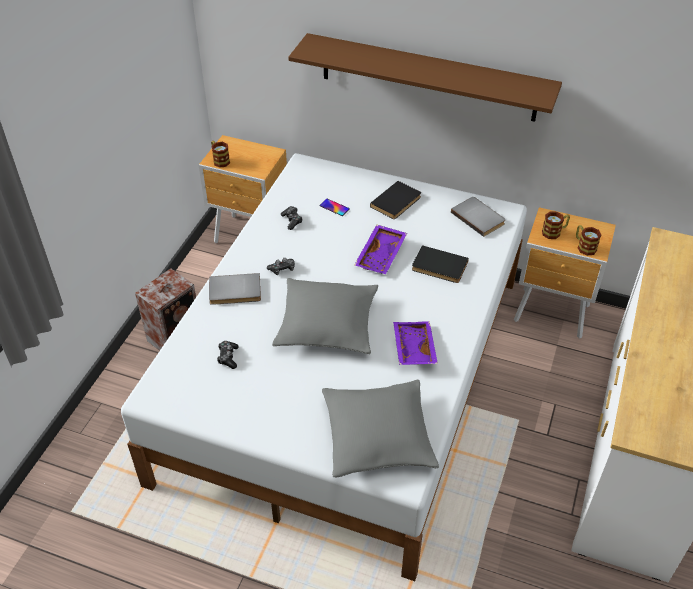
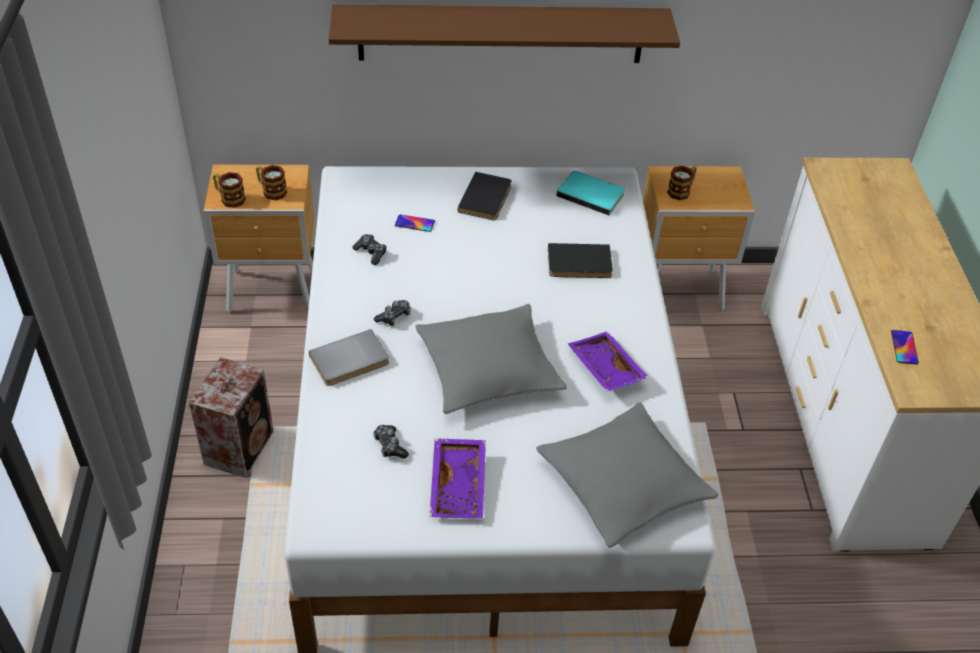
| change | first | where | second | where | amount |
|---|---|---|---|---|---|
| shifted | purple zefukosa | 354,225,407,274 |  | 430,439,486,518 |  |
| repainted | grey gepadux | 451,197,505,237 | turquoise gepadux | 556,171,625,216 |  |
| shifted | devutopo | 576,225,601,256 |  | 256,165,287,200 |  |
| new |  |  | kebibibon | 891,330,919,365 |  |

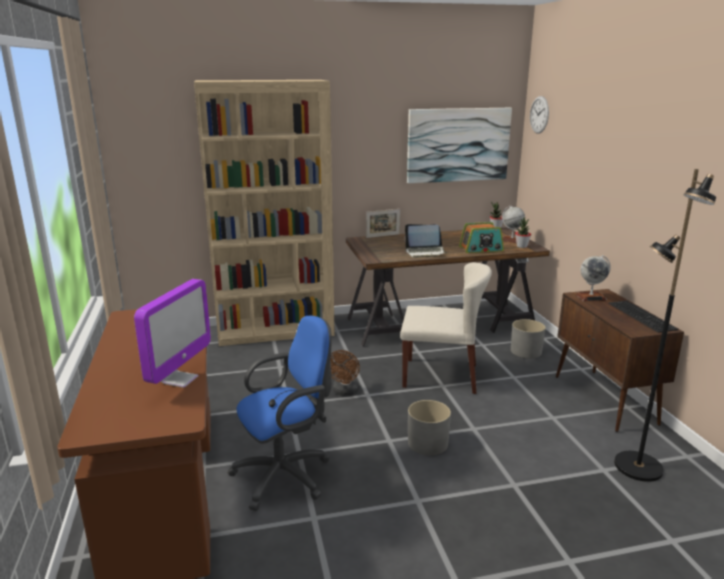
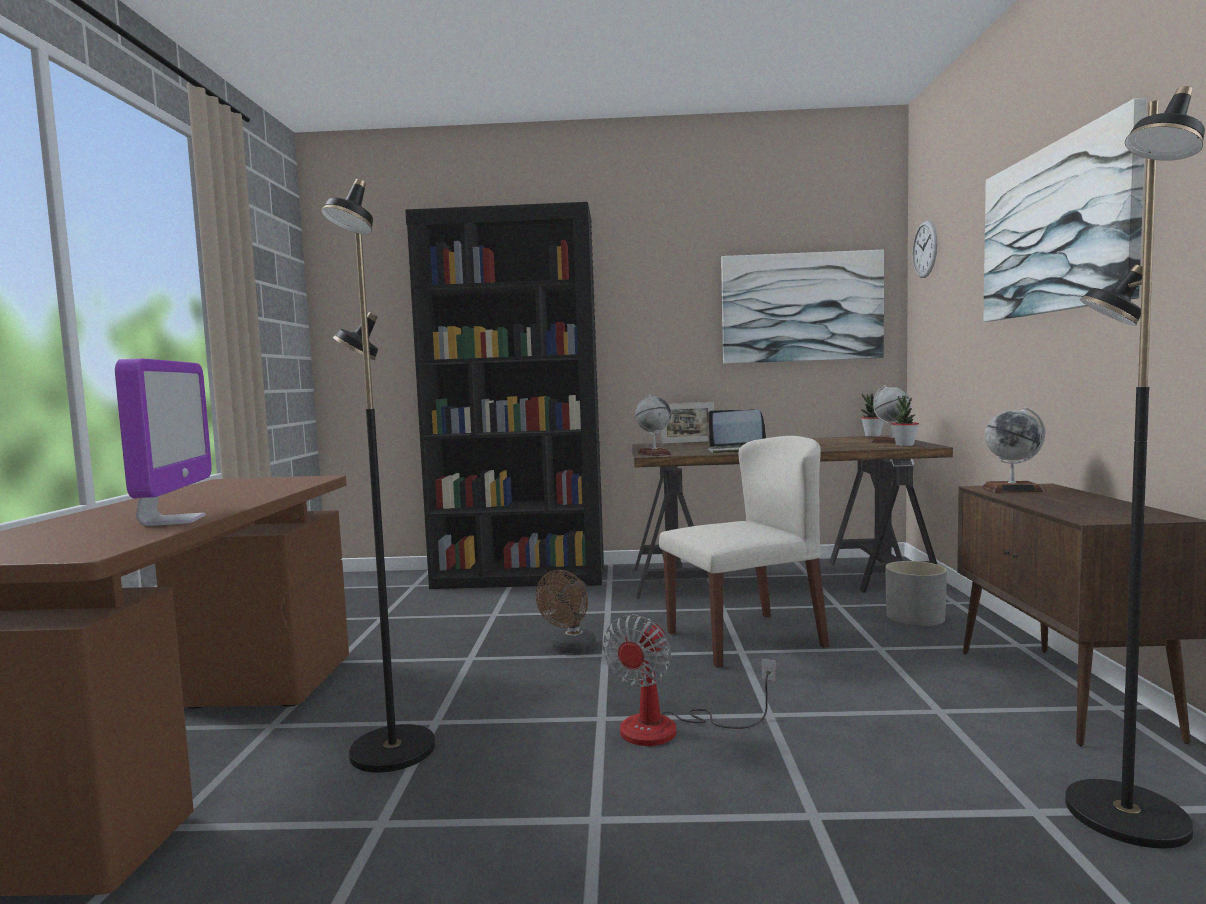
| change | first | where | second | where | amount |
|---|---|---|---|---|---|
| rotated | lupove | 134,279,211,388 |  | 115,359,212,526 | 45 degrees counterclockwise |
| repainted | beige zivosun | 194,80,335,346 | black zivosun | 405,202,604,589 |  |
| swapped | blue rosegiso | 228,316,332,511 | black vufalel | 321,179,435,772 |  |
| rotated | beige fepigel | 400,262,492,394 |  | 659,436,829,668 | 45 degrees counterclockwise |
| swapped | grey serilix | 408,400,451,456 | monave | 603,614,776,746 |  |
| gone | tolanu | 459,222,504,253 |  |  |  |
| gone | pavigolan | 608,301,679,332 |  |  |  |
| new |  |  | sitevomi | 635,394,672,456 |  |
| new |  |  | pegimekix | 983,98,1147,322 |  |

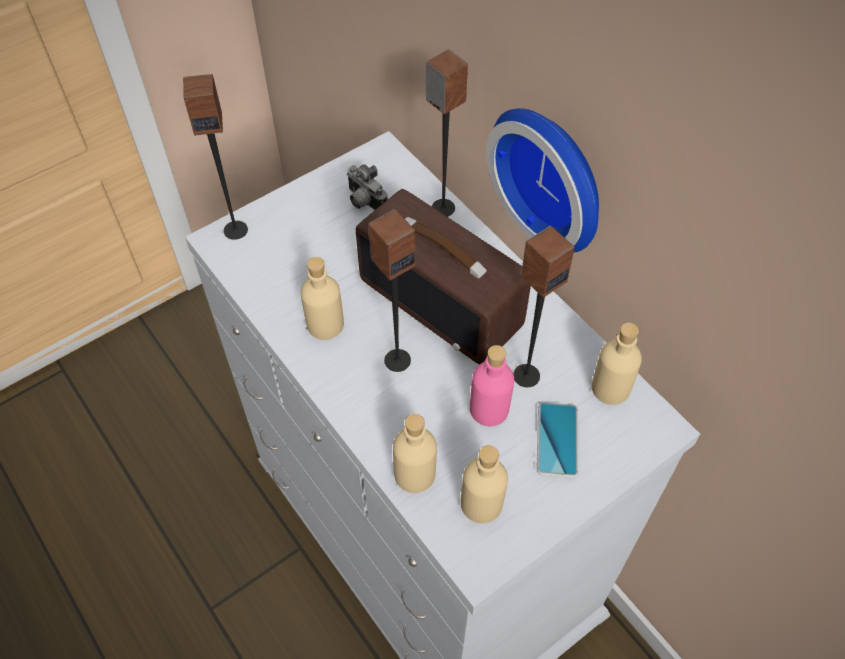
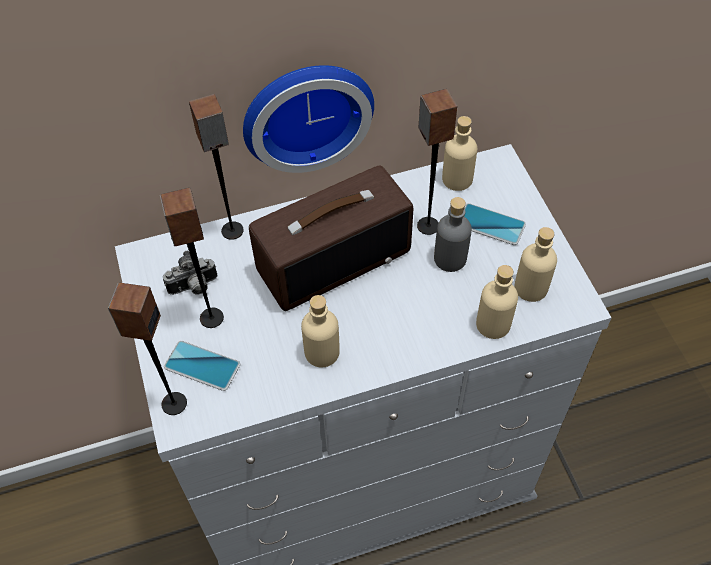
| change | first | where | second | where | amount |
|---|---|---|---|---|---|
| shifted | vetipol | 368,209,416,372 |  | 160,188,224,328 |  |
| repainted | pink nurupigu | 470,345,514,426 | grey nurupigu | 434,197,472,272 |  |
| new |  |  | kebibibon | 164,341,240,391 |  |

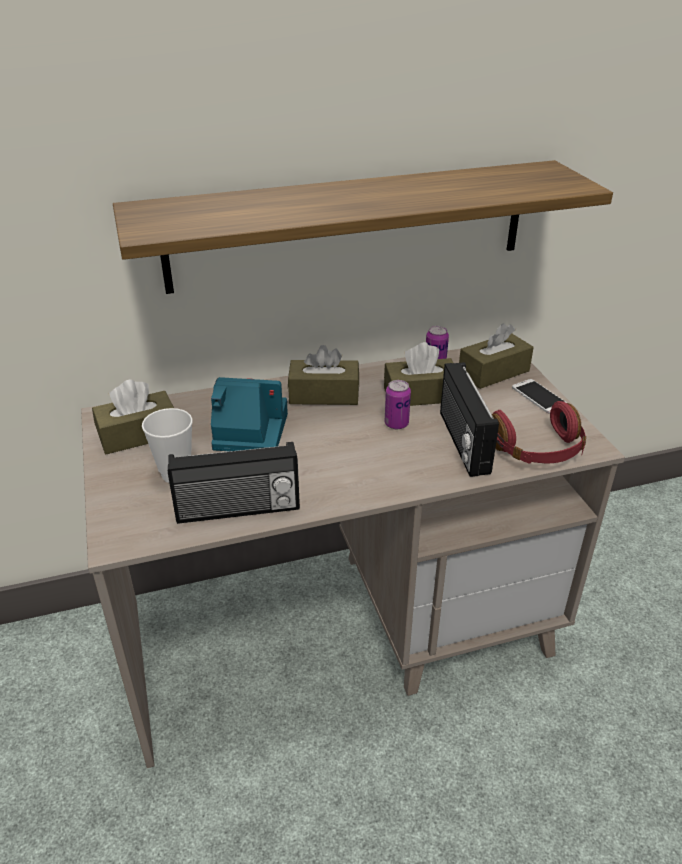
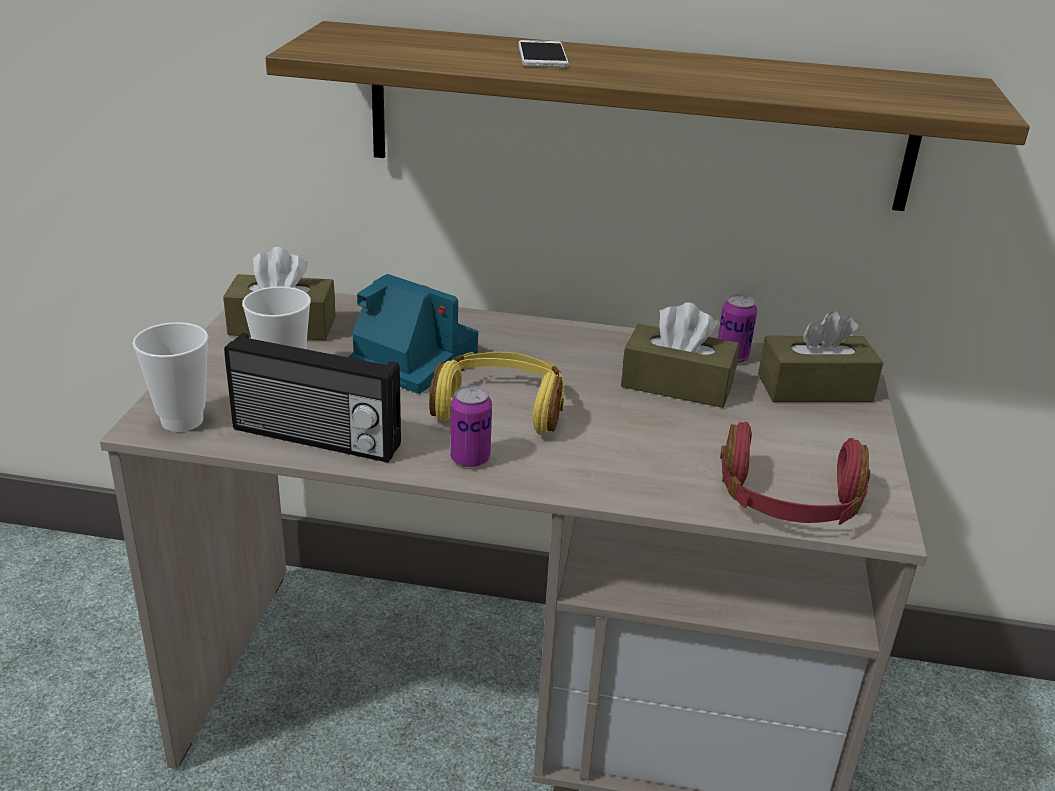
| change | first | where | second | where | amount |
|---|---|---|---|---|---|
| gone | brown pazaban | 288,345,359,405 |  |  |  |
| shifted | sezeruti | 385,380,411,429 |  | 450,386,492,467 |  |
| gone | tolanu | 440,362,499,477 |  |  |  |
| shifted | kebibibon | 512,379,567,413 |  | 518,40,569,67 |  |
| new |  |  | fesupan | 133,322,208,432 |  |
| new |  |  | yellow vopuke | 429,352,564,435 |  |

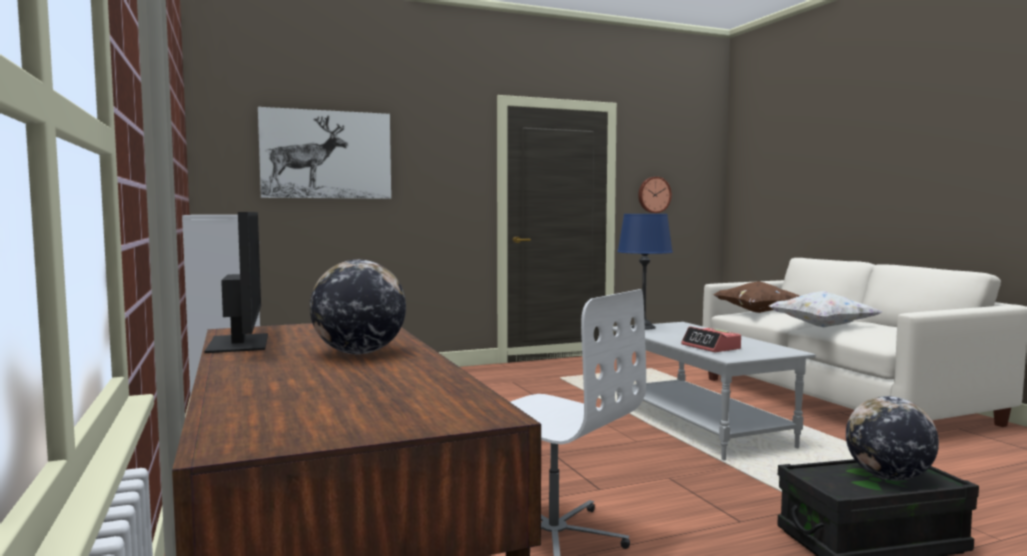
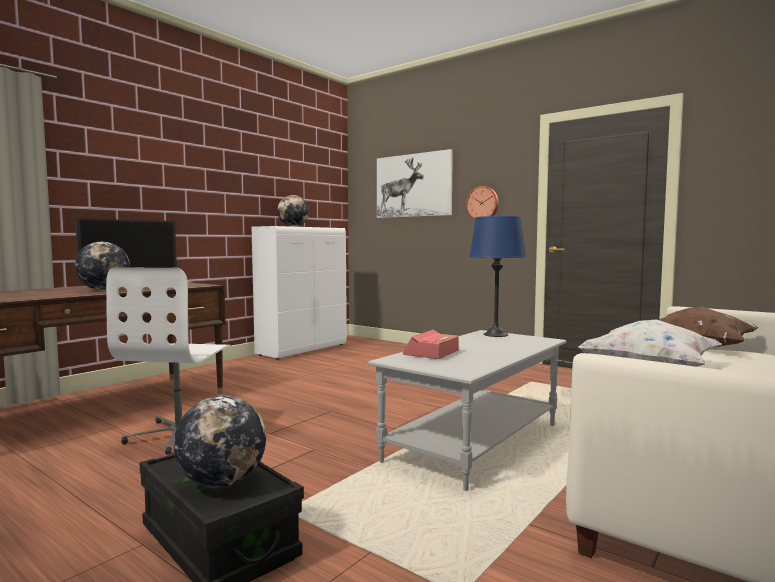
| change | first | where | second | where | amount |
|---|---|---|---|---|---|
| shifted | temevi | 638,177,672,213 |  | 466,186,499,220 |  |
| new |  |  | sitevomi | 277,195,309,227 |  |

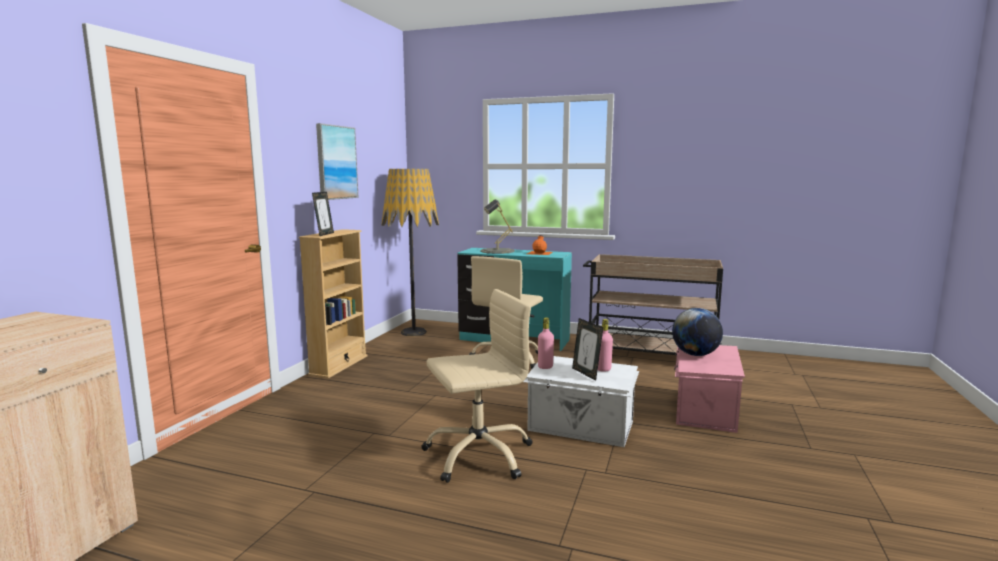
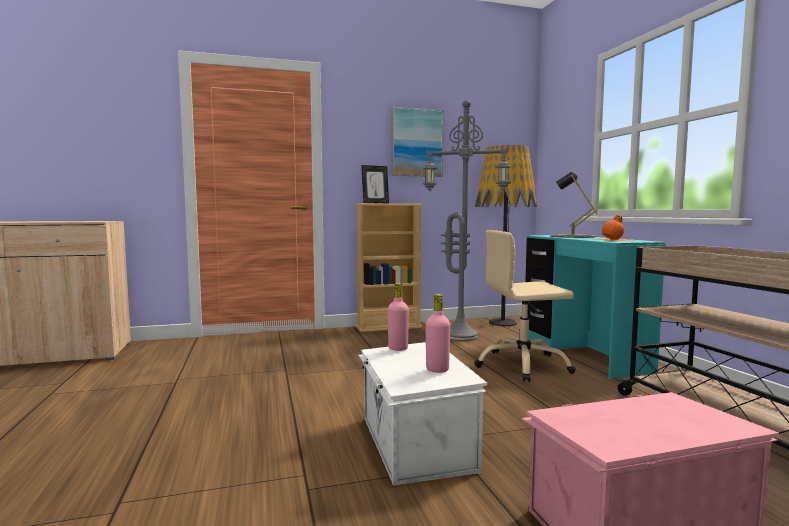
| change | first | where | second | where | amount |
|---|---|---|---|---|---|
| gone | beige rosegiso | 421,289,533,483 |  |  |  |
| gone | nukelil | 572,318,603,381 |  |  |  |
| gone | sitevomi | 672,308,723,356 |  |  |  |
| new |  |  | grey vufalel | 423,100,511,341 |  |

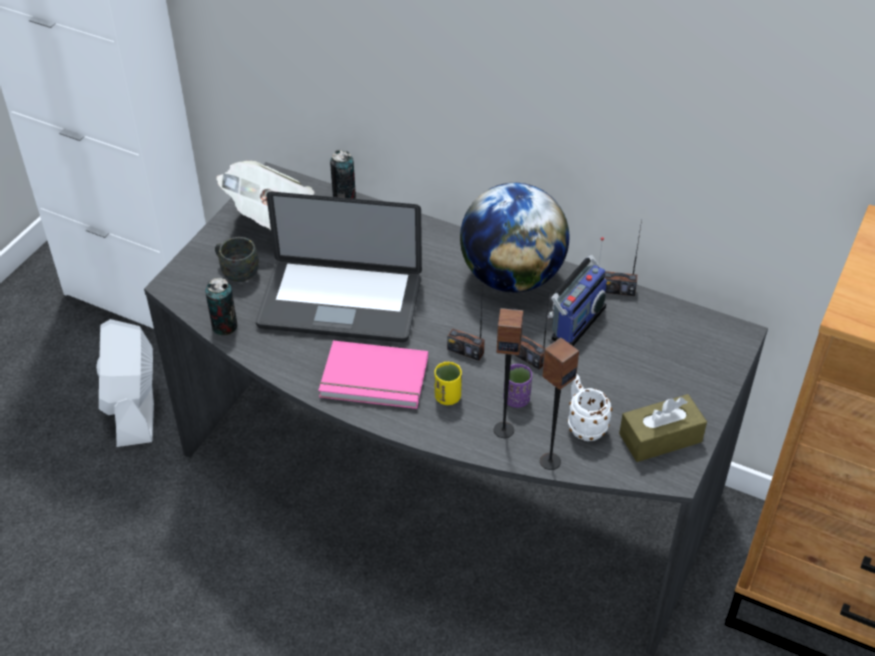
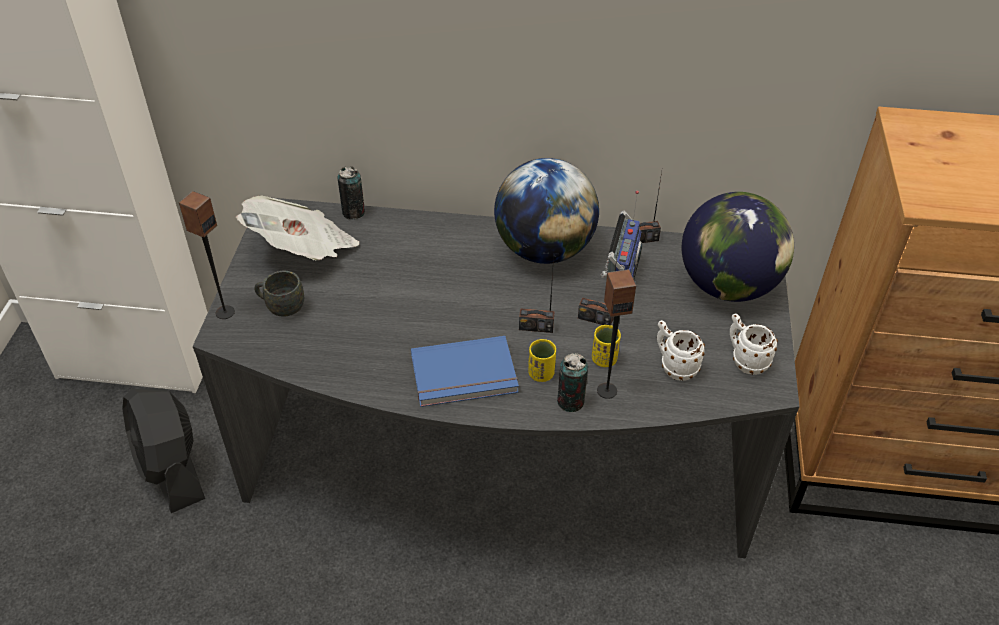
| change | first | where | second | where | amount |
|---|---|---|---|---|---|
| repainted | white monave | 96,319,154,447 | black monave | 122,388,205,513 |  |
| shifted | sezeruti | 205,278,238,335 |  | 557,353,588,412 |  |
| gone | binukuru | 256,192,422,342 |  |  |  |
| repainted | pink gepadux | 318,340,428,409 | blue gepadux | 411,336,519,407 |  |
| repainted | purple fesupan | 503,364,532,408 | yellow fesupan | 592,325,621,367 |  |
| shifted | vetipol | 540,338,579,470 |  | 179,191,235,319 |  |
| swapped | brown pazaban | 619,394,707,462 | white devutopo | 730,313,778,375 |  |
| new |  |  | sitevomi | 682,192,794,302 |  |

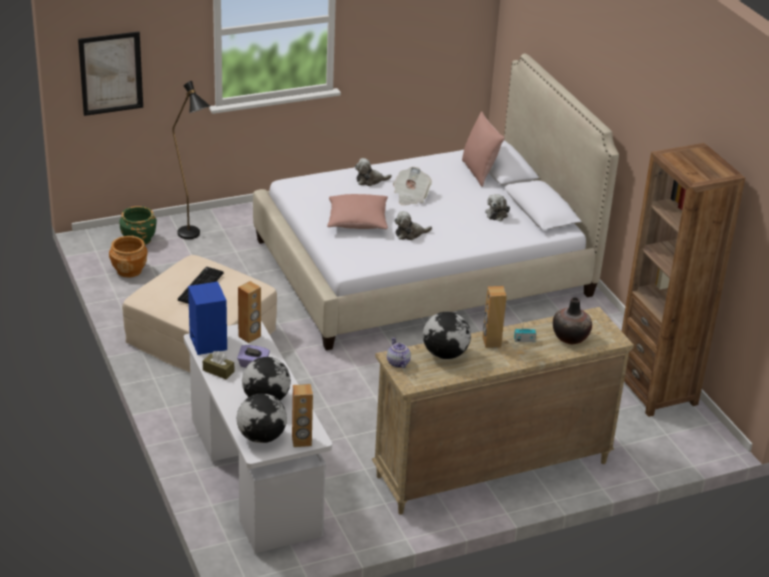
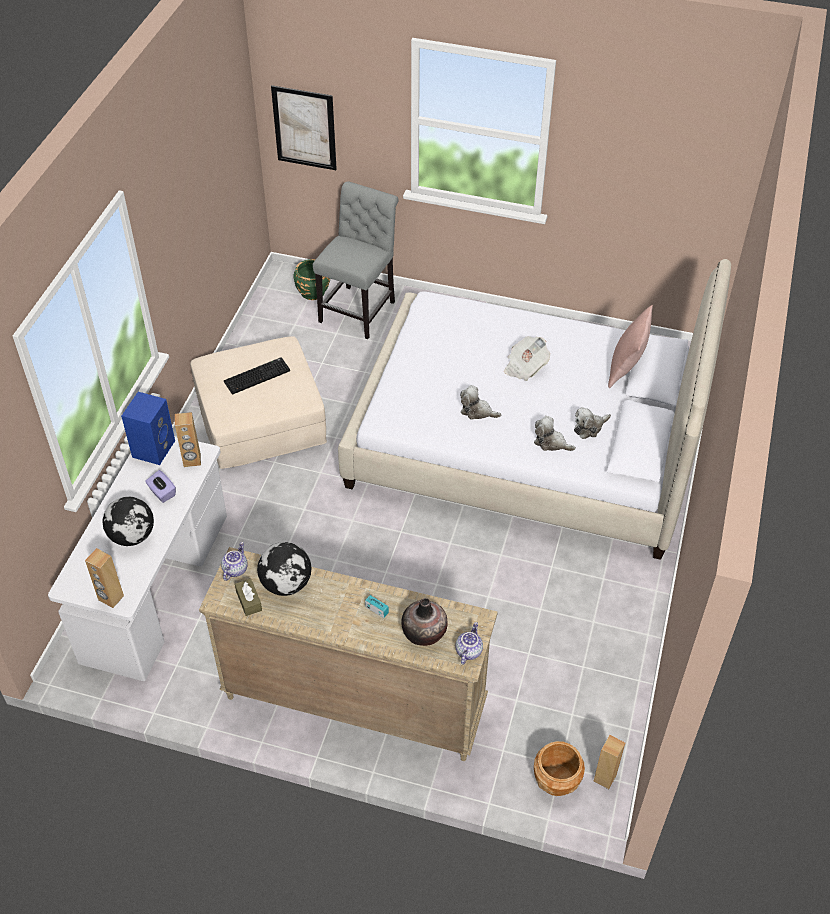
| change | first | where | second | where | amount |
|---|---|---|---|---|---|
| shifted | brown serilix | 109,236,147,278 |  | 534,741,585,796 |  |
| swapped | black vufalel | 172,81,210,239 | grey fepigel | 313,181,398,339 |  |
| shifted | brown pazaban | 203,351,234,379 |  | 235,579,262,616 |  |
| gone | sitevomi | 237,393,287,443 |  |  |  |
| gone | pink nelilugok | 327,194,388,229 |  |  |  |
| shifted | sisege | 355,158,392,186 |  | 534,416,576,451 |  |
| shifted | brown vetipol | 482,286,507,348 |  | 594,735,625,789 |  |
| gone | brown zivosun | 622,143,745,417 |  |  |  |
| new |  |  | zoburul | 455,622,483,665 |  |

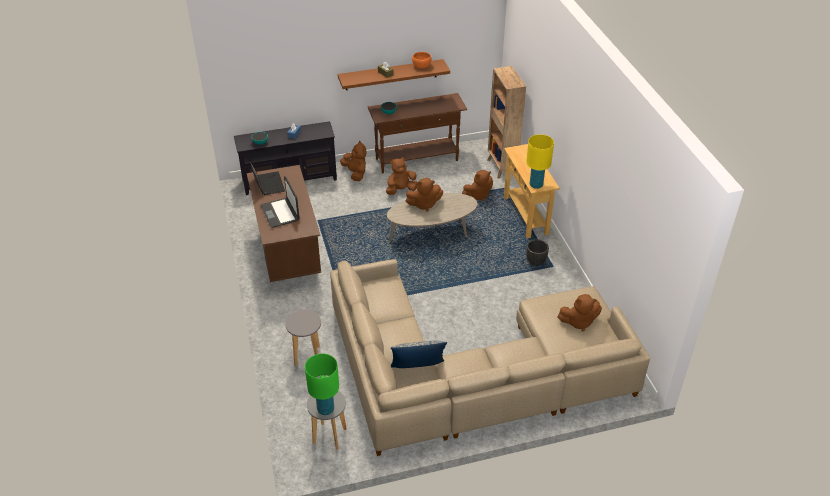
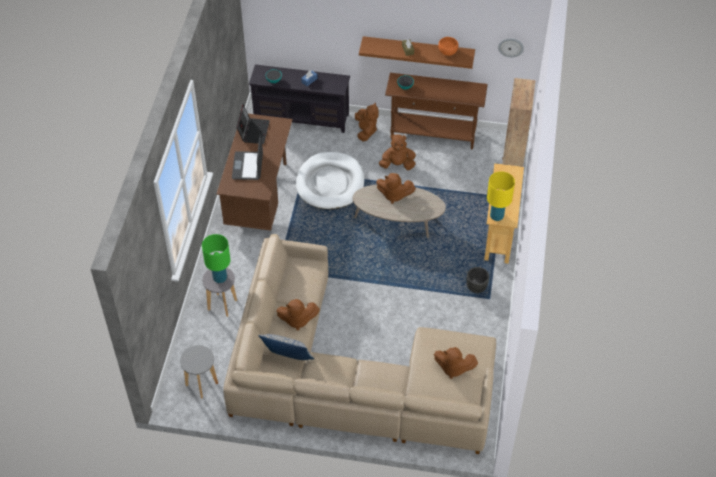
| change | first | where | second | where | amount |
|---|---|---|---|---|---|
| shifted | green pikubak | 305,354,339,415 |  | 202,234,230,283 |  |
| shifted | brown sisege | 462,170,493,201 |  | 276,299,320,330 |  |
| new |  |  | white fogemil | 296,152,364,210 |  |
| new |  |  | temevi | 498,38,524,57 |  |

